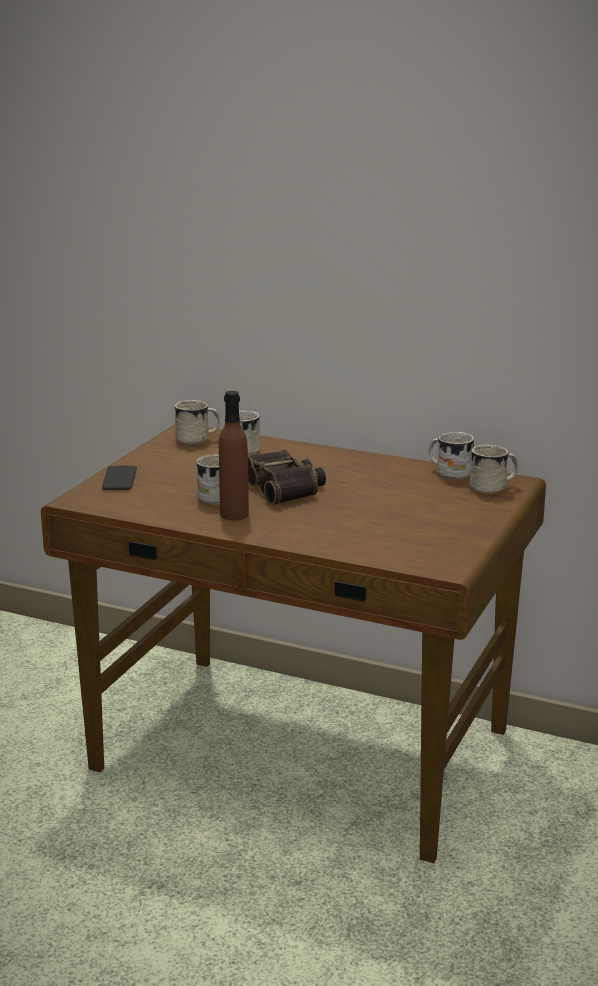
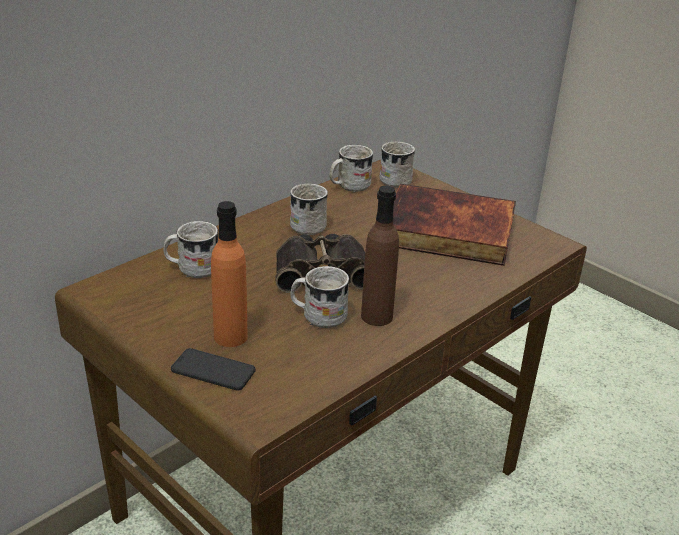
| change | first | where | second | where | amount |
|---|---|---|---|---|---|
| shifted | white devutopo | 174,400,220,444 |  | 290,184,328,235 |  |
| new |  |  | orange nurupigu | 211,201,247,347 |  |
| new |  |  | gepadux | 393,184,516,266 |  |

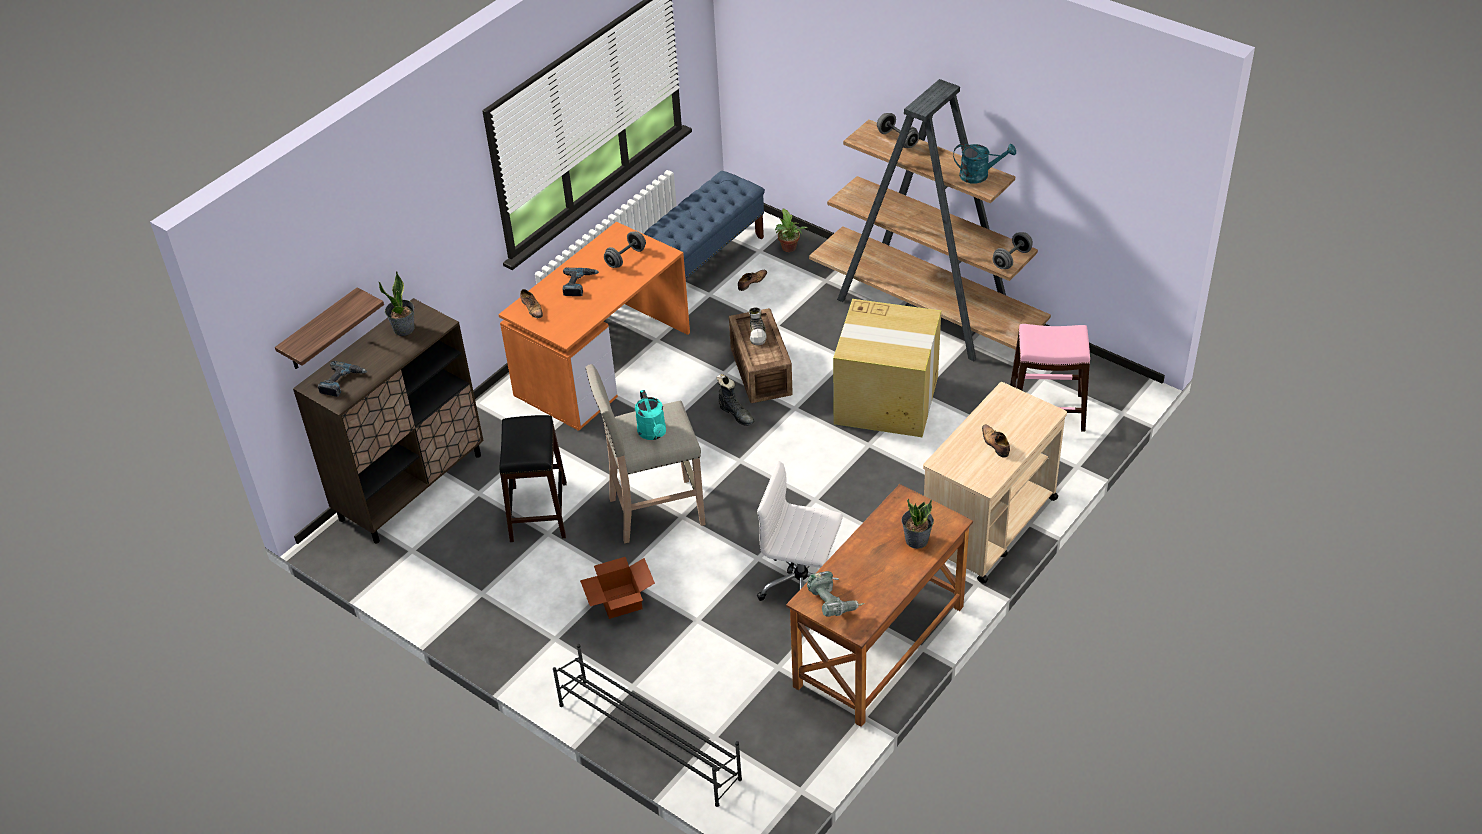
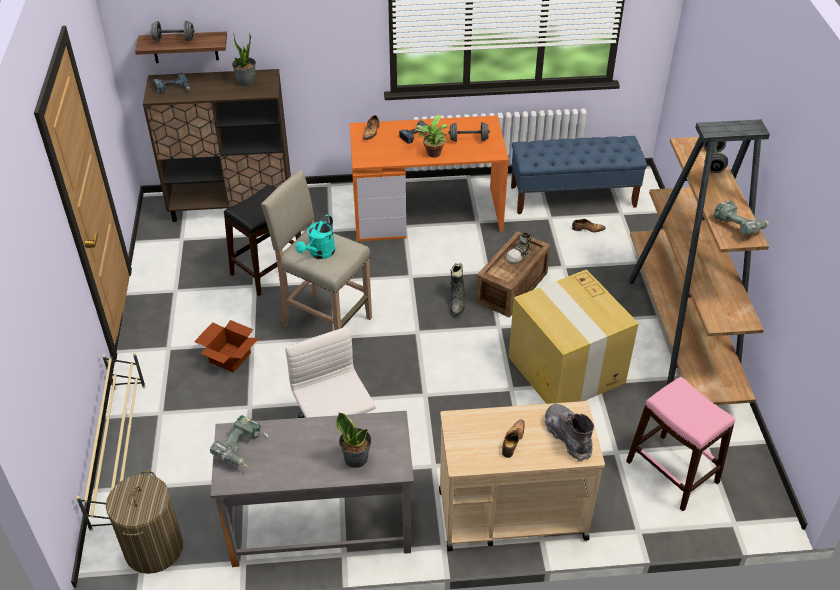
| change | first | where | second | where | amount |
|---|---|---|---|---|---|
| repainted | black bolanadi | 553,644,742,807 | beige bolanadi | 76,352,146,531 |  |
| shifted | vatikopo | 775,209,808,252 |  | 414,115,448,158 |  |
| repainted | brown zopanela | 786,484,973,727 | grey zopanela | 211,411,414,567 |  |
| swapped | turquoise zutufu | 953,144,1016,184 | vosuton | 714,201,771,234 |  |
| shifted | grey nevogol | 992,232,1033,269 |  | 151,21,195,42 |  |
| new |  |  | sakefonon | 106,470,183,574 |  |
| new |  |  | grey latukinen | 545,404,594,462 |  |

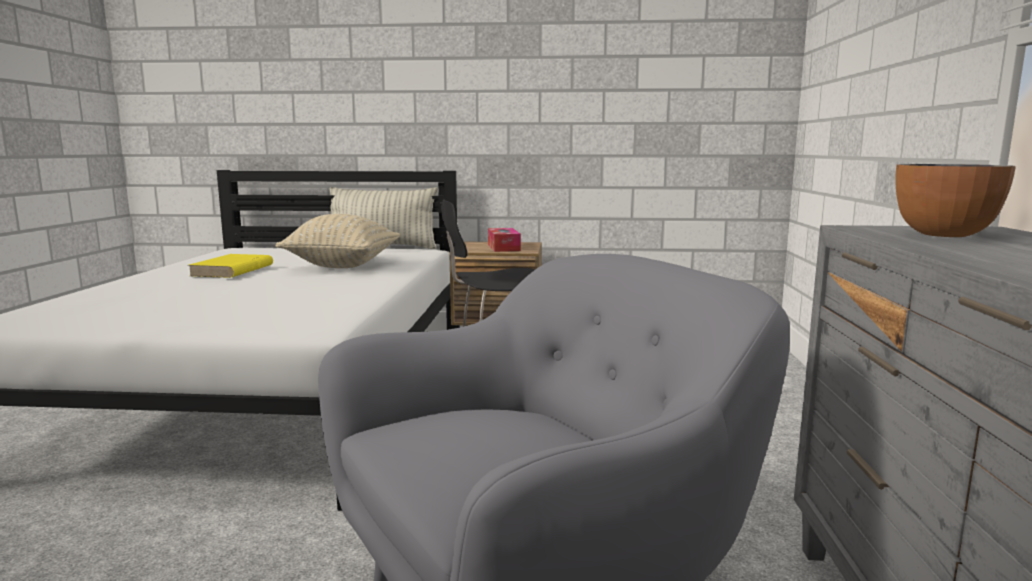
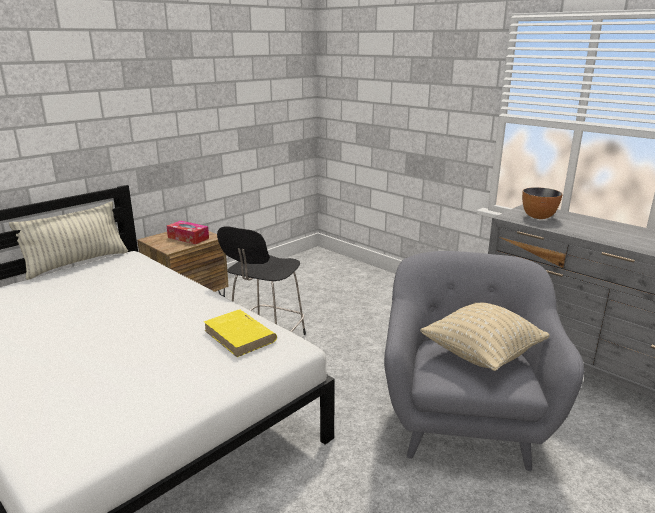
| change | first | where | second | where | amount |
|---|---|---|---|---|---|
| shifted | yellow gepadux | 189,254,273,278 |  | 204,309,277,357 |  |
| shifted | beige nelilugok | 275,214,400,268 |  | 420,303,549,371 |  |

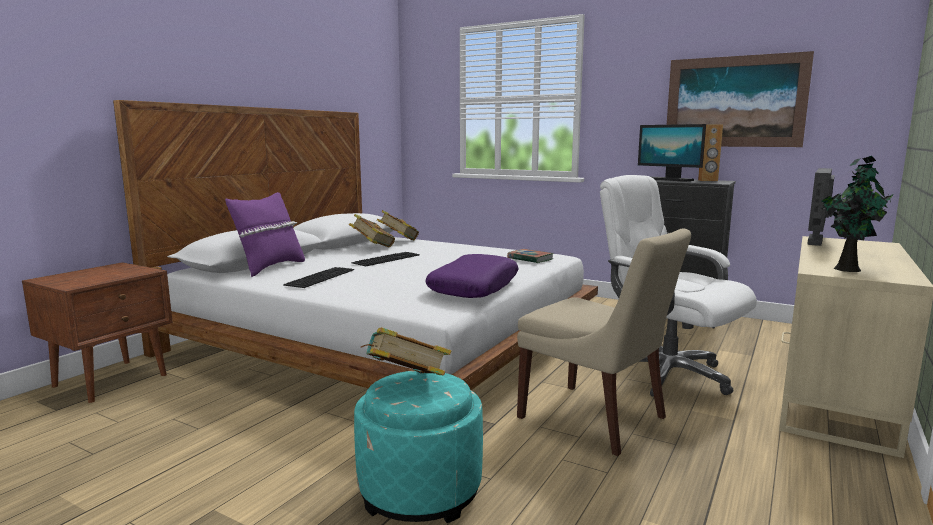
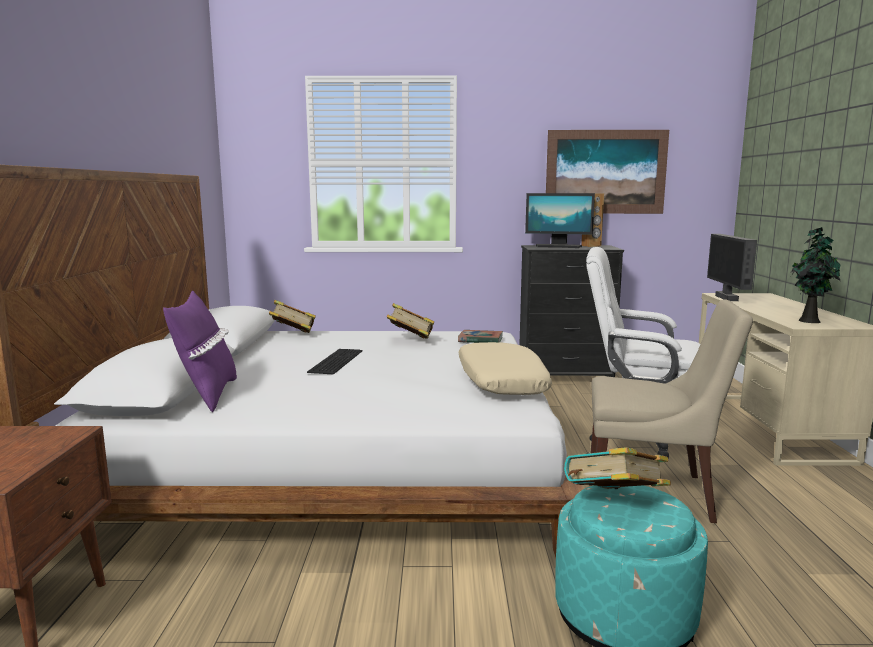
| change | first | where | second | where | amount |
|---|---|---|---|---|---|
| gone | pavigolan | 283,267,354,288 |  |  |  |
| shifted | gepadux | 349,214,395,247 |  | 387,303,434,339 |  |
| repainted | purple nelilugok | 426,254,519,298 | beige nelilugok | 459,342,552,395 |  |

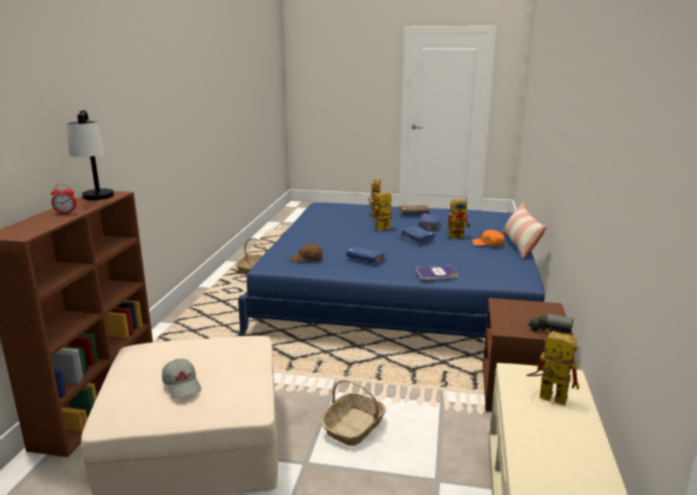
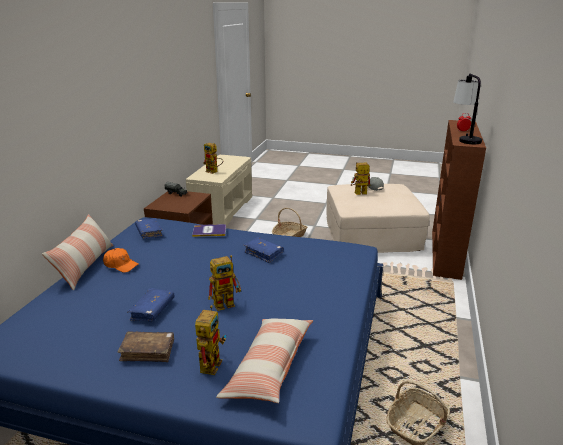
| change | first | where | second | where | amount |
|---|---|---|---|---|---|
| gone | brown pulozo | 291,243,323,263 |  |  |  |
| shifted | blue gepadux | 400,226,435,245 |  | 135,218,164,239 |  |
| shifted | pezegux | 446,198,471,239 |  | 350,162,371,195 |  |
| new |  |  | nelilugok | 216,319,313,403 |  |

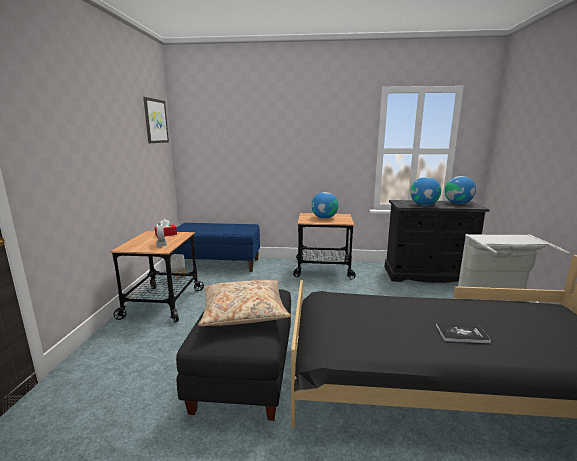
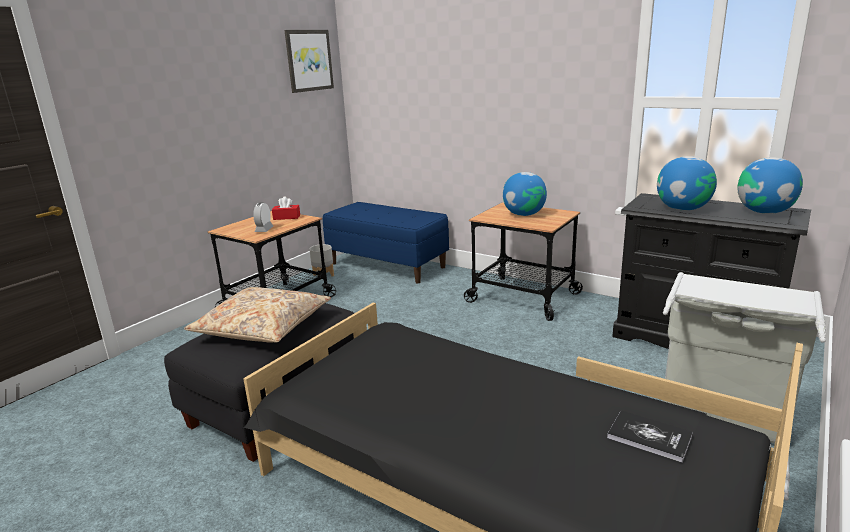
| change | first | where | second | where | amount |
|---|---|---|---|---|---|
| shifted | gepadux | 436,323,492,344 |  | 607,410,693,463 |  |

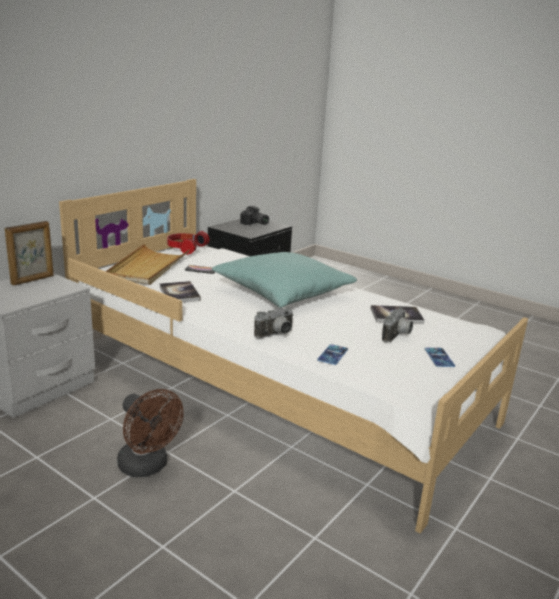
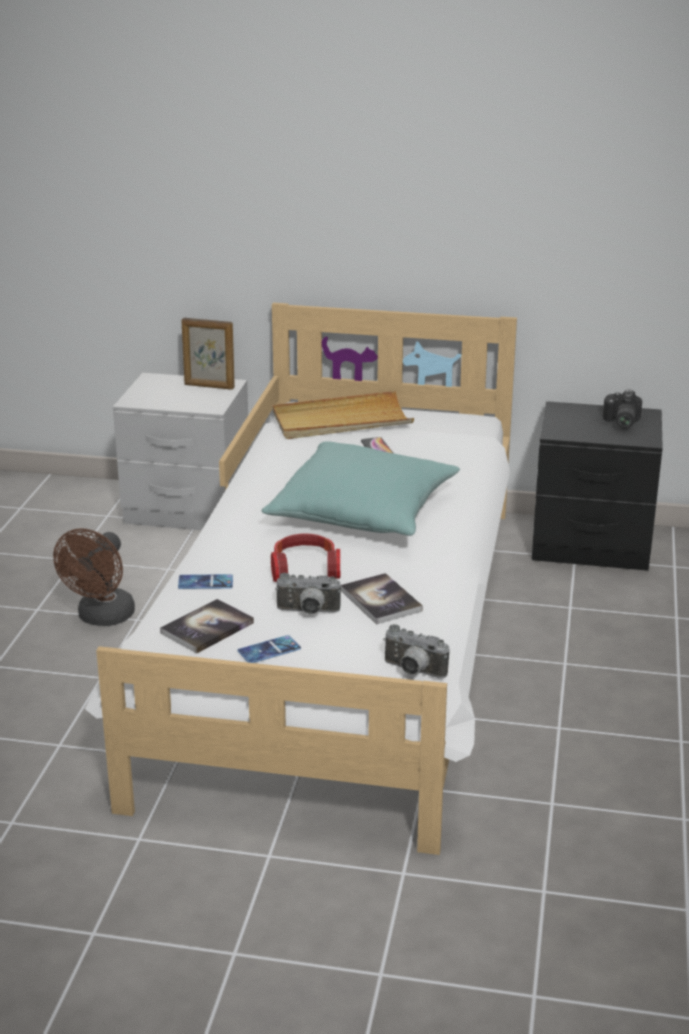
| change | first | where | second | where | amount |
|---|---|---|---|---|---|
| shifted | gepadux | 160,281,201,303 |  | 160,599,254,653 |  |
| shifted | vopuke | 167,231,209,255 |  | 271,534,340,582 |  |
| shifted | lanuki | 254,307,294,338 |  | 383,624,450,678 |  |

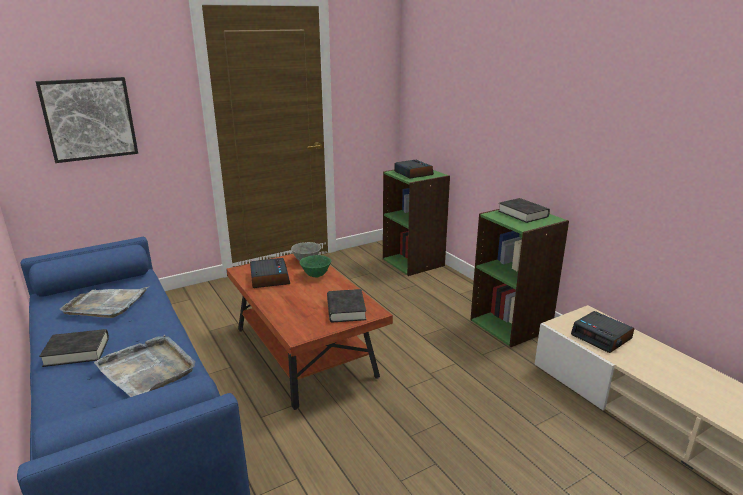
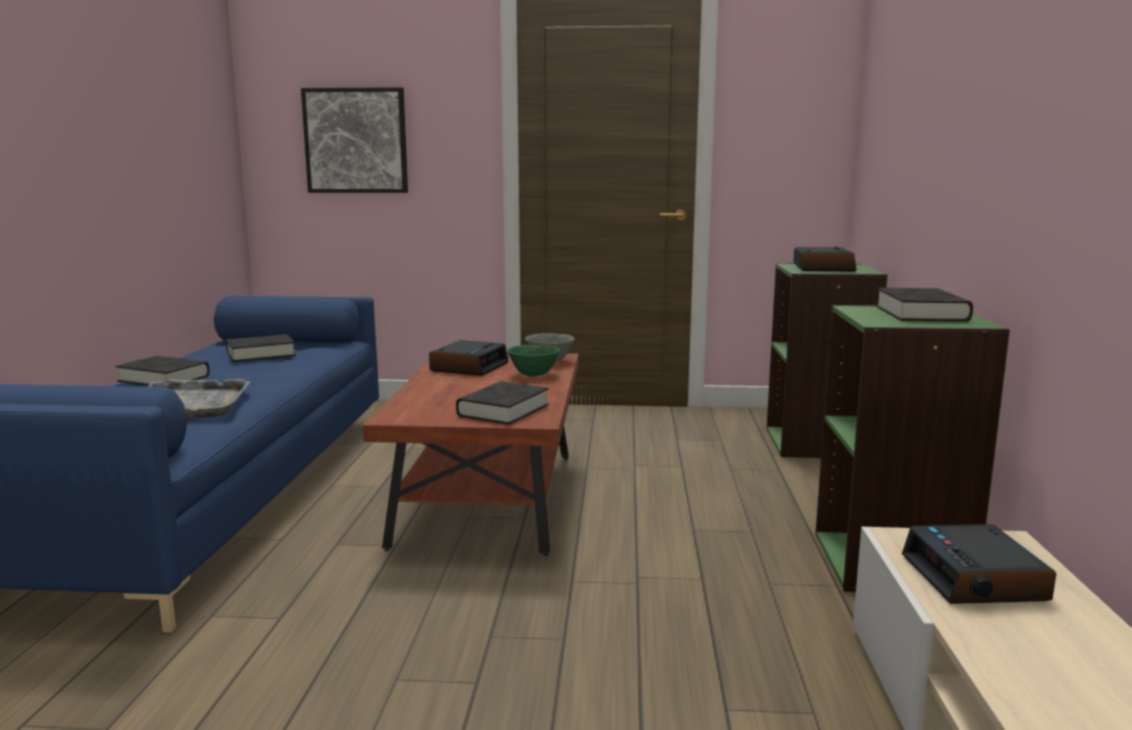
| change | first | where | second | where | amount |
|---|---|---|---|---|---|
| swapped | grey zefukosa | 59,287,148,318 | black gepadux | 226,334,296,362 |  |

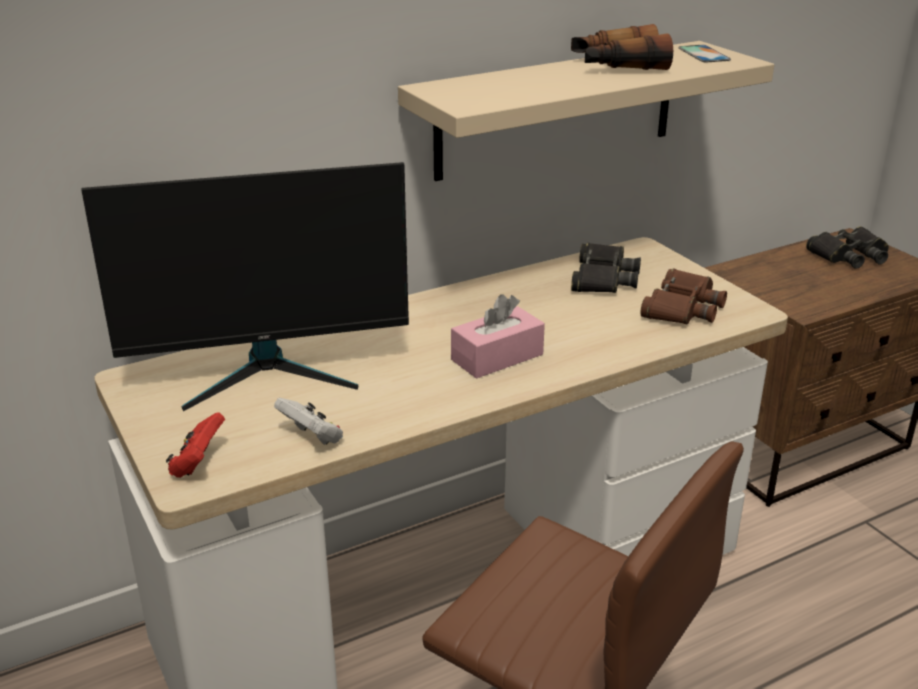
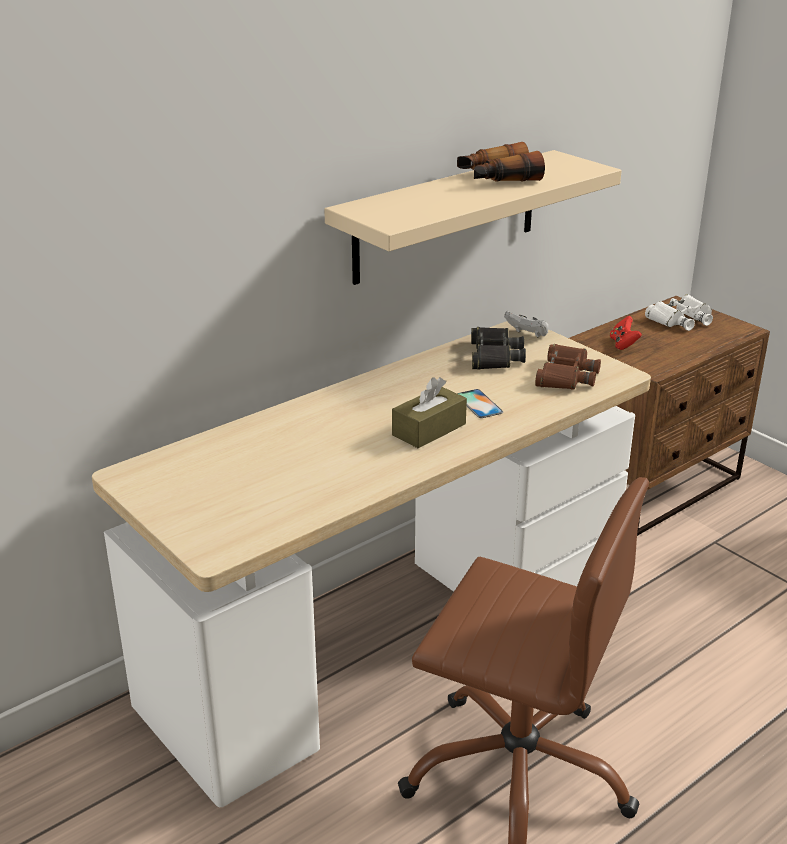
| change | first | where | second | where | amount |
|---|---|---|---|---|---|
| gone | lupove | 81,162,409,411 |  |  |  |
| shifted | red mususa | 166,412,225,478 |  | 610,316,642,350 |  |
| shifted | white mususa | 274,398,343,445 |  | 504,311,549,338 |  |
| repainted | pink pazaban | 451,294,545,379 | brown pazaban | 392,377,467,448 |  |
| shifted | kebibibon | 678,45,731,62 |  | 457,389,503,418 |  |
| repainted | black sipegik | 806,226,889,269 | white sipegik | 645,294,713,331 |  |

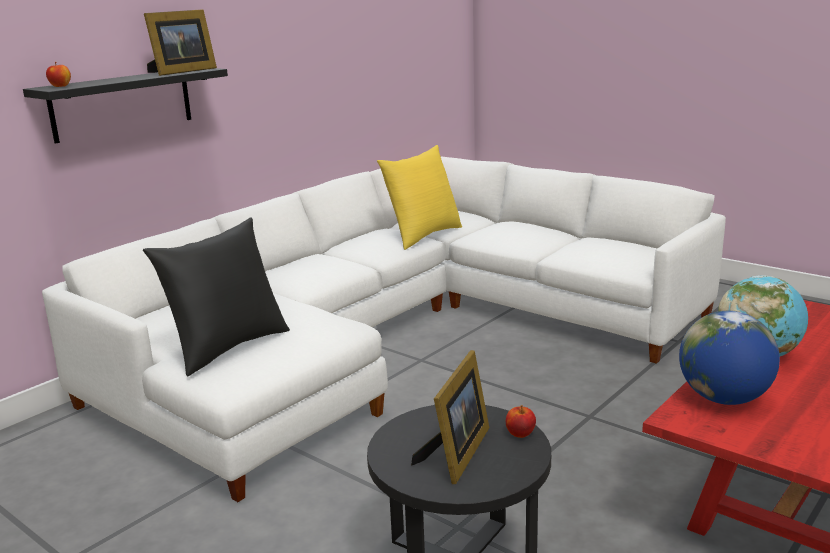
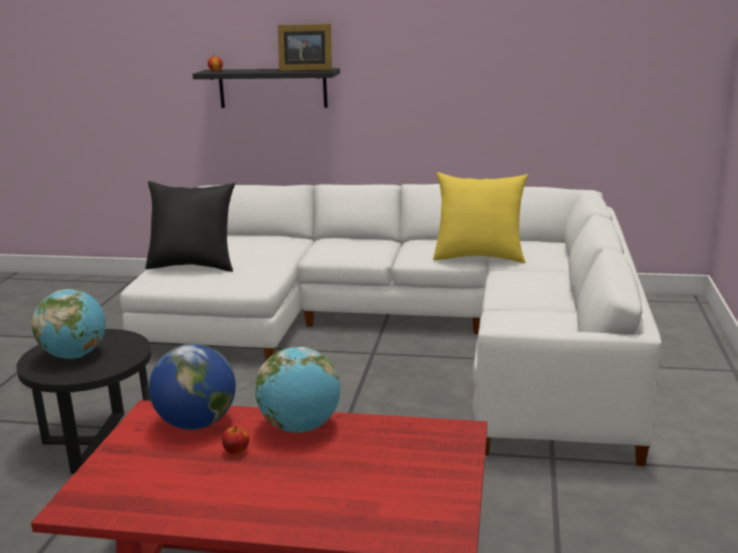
| change | first | where | second | where | amount |
|---|---|---|---|---|---|
| swapped | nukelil | 411,350,489,484 | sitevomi | 32,289,106,359 |  |
| shifted | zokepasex | 506,405,536,438 |  | 222,426,249,455 |  |

